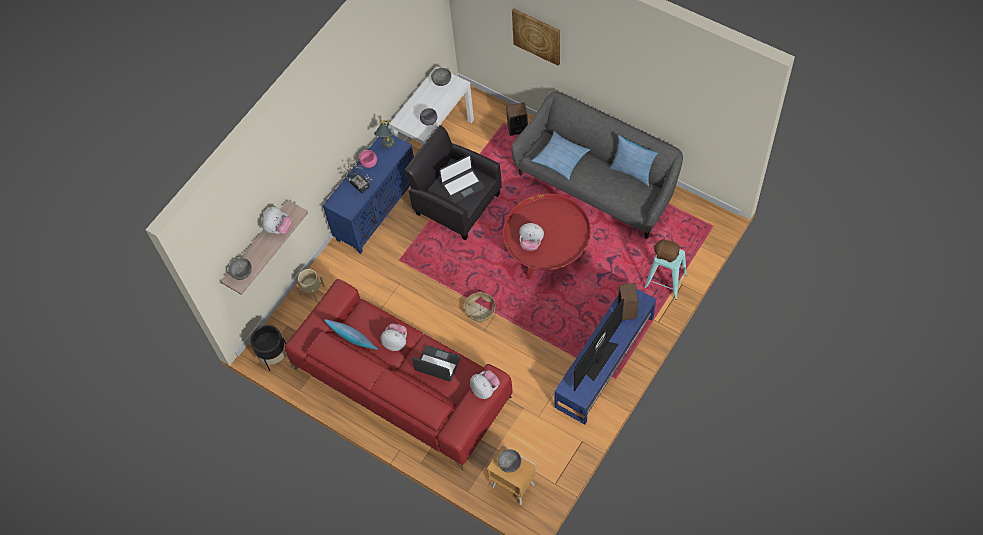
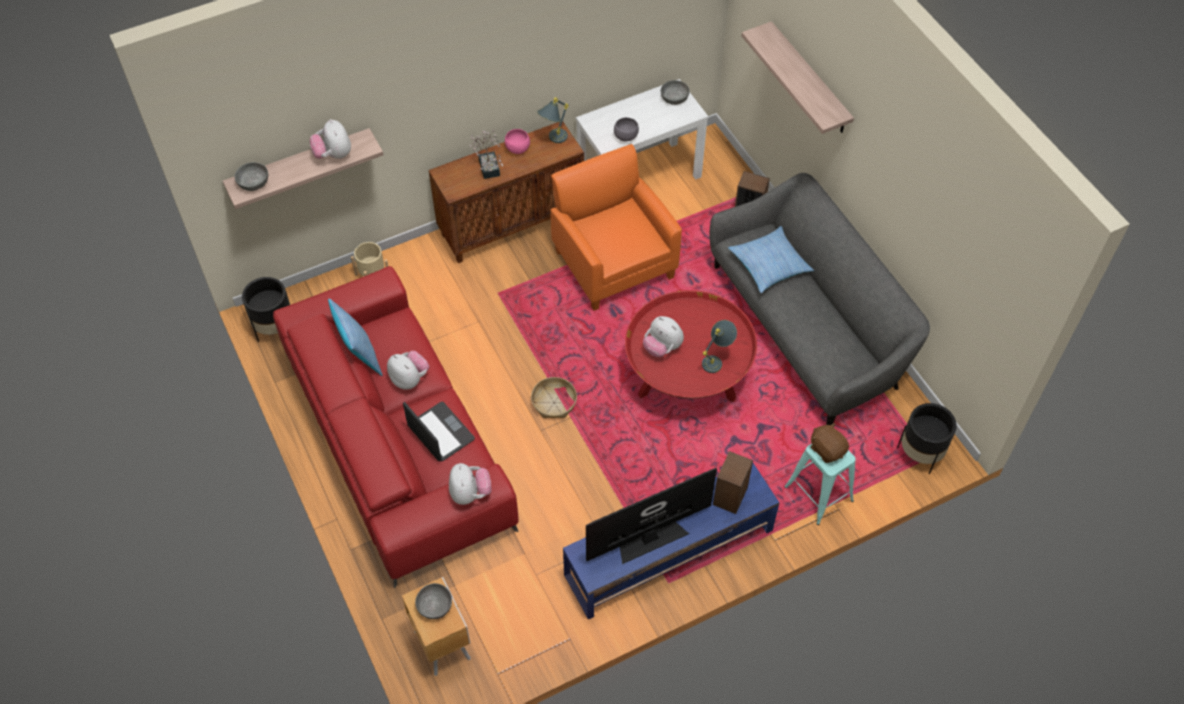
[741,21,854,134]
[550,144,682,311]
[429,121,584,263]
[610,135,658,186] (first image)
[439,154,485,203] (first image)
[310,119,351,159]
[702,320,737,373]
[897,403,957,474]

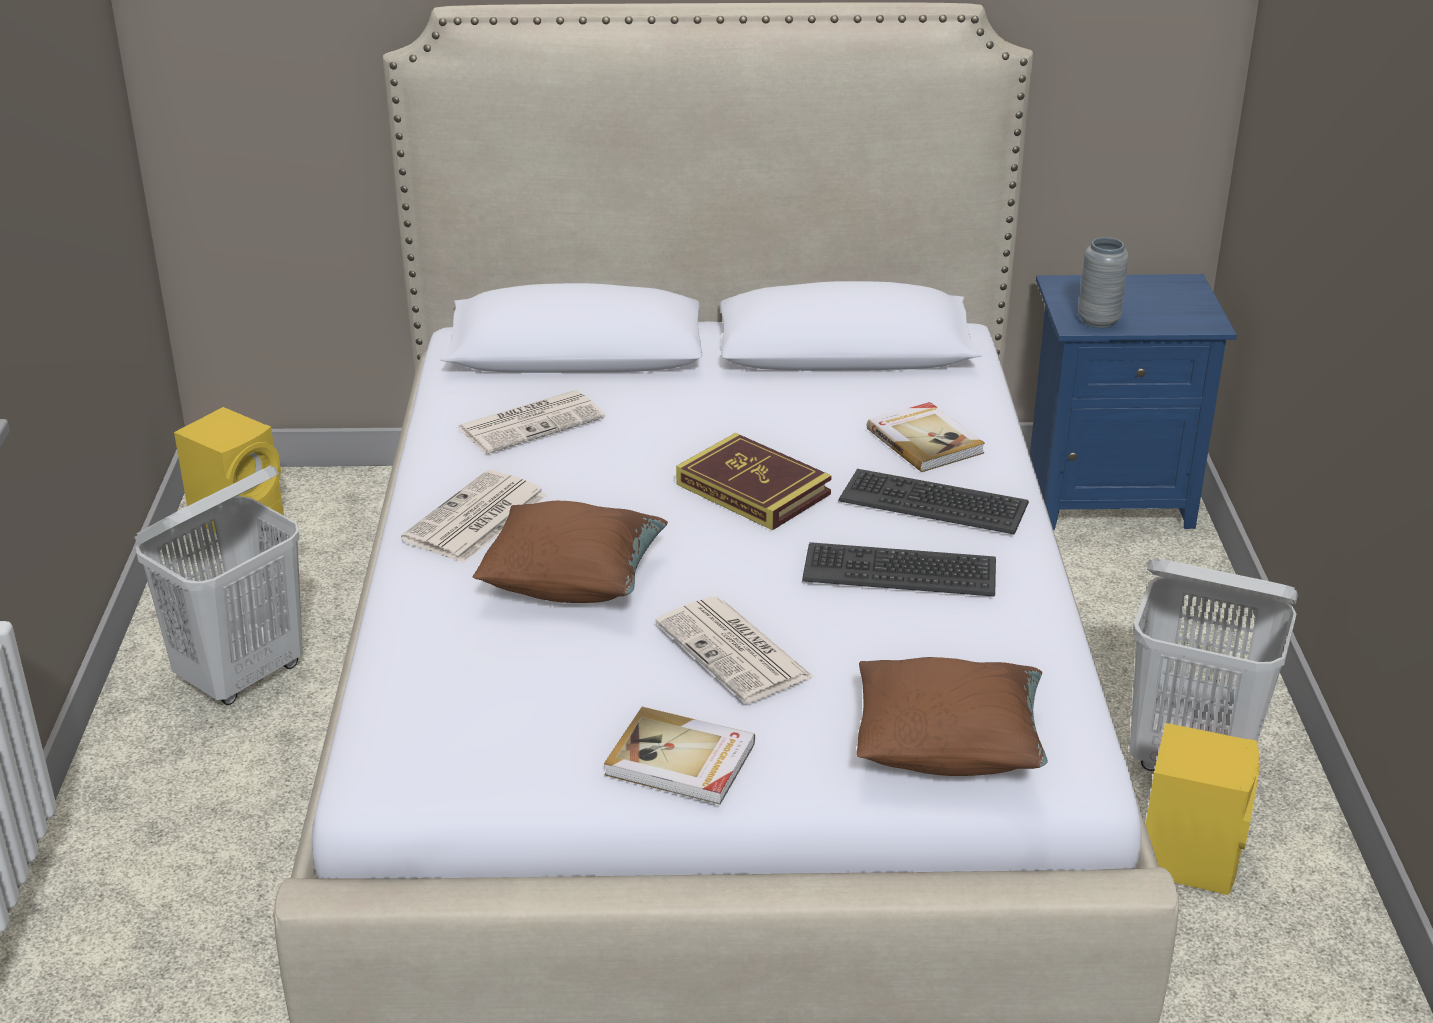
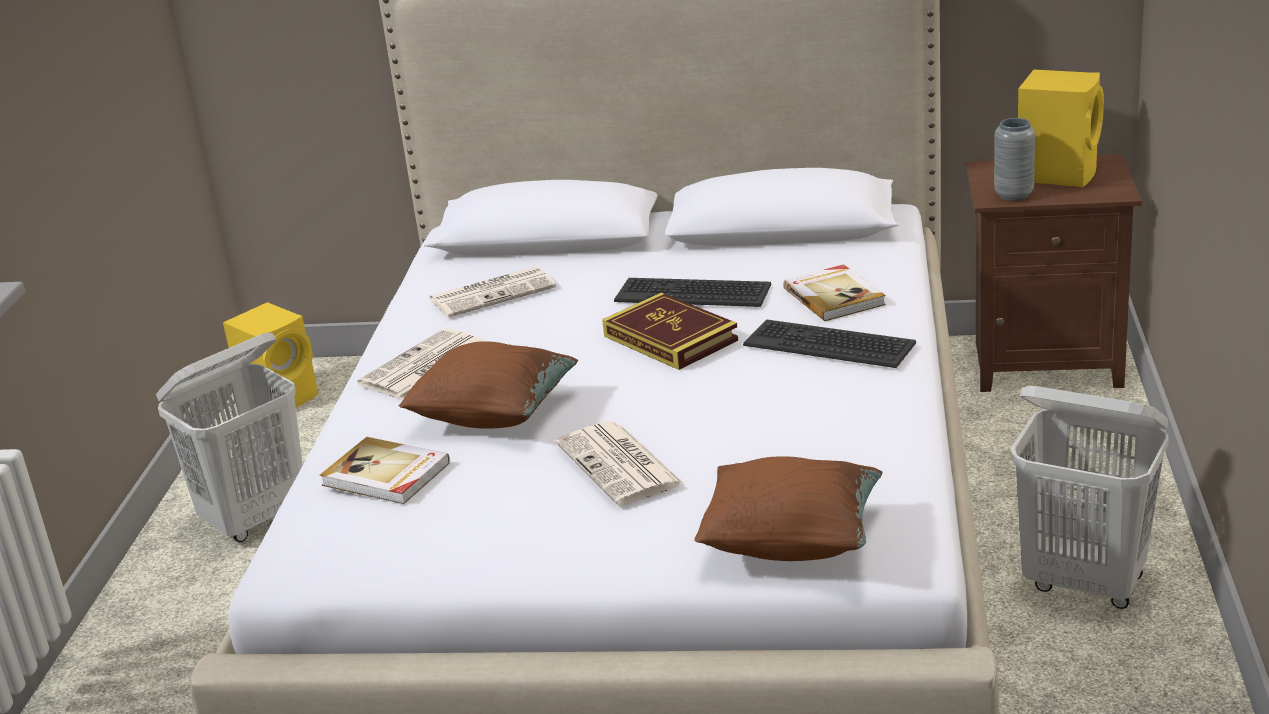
[966,154,1142,392]
[614,278,771,307]
[320,437,450,504]
[1018,70,1104,187]

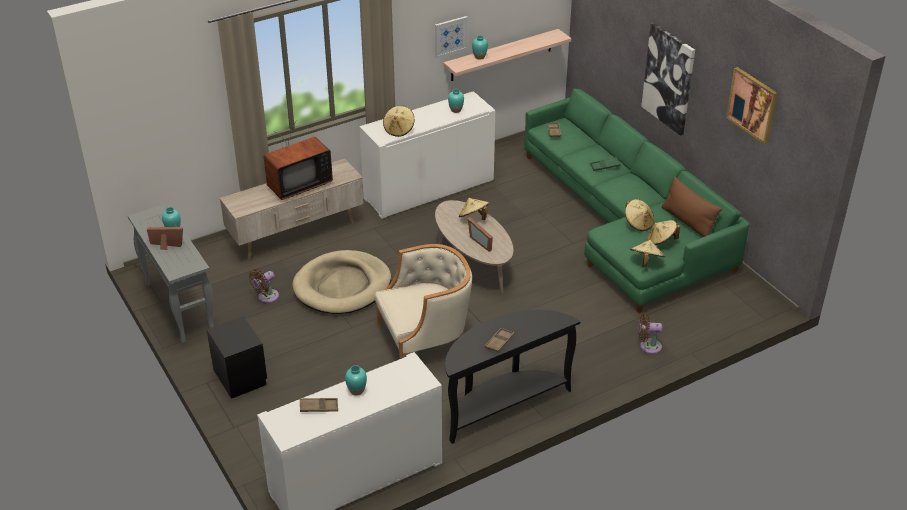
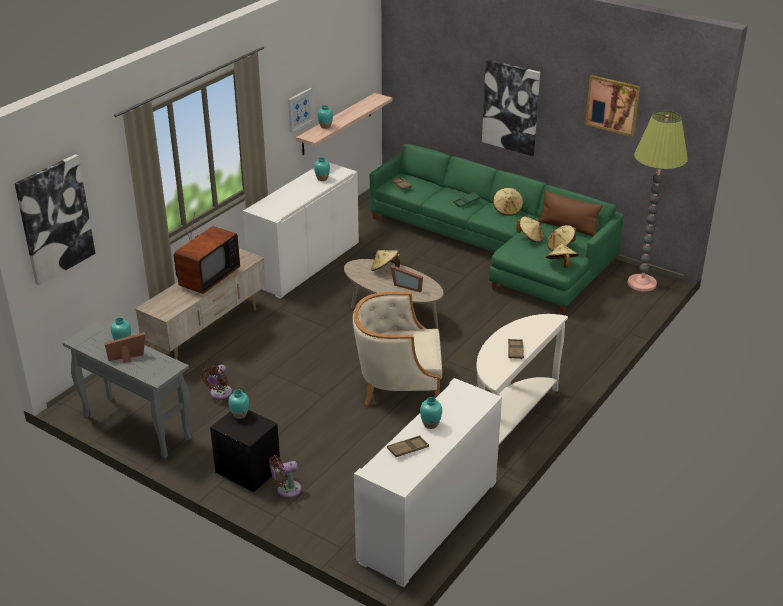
[493,188,523,216]
[353,292,442,407]
[292,250,391,314] (first image)
[476,314,568,444]
[269,455,301,498]
[627,110,688,291]
[14,154,96,286]
[228,390,249,419]

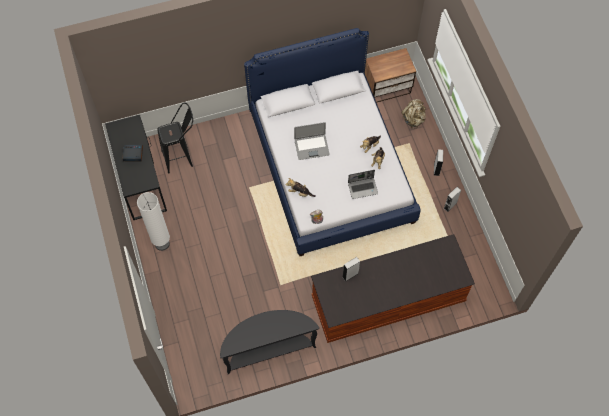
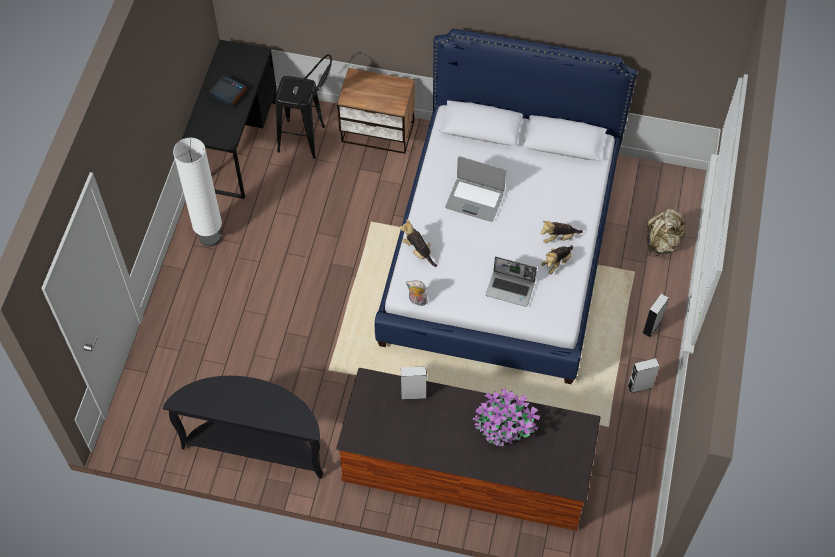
[337,68,415,154]
[473,389,540,446]

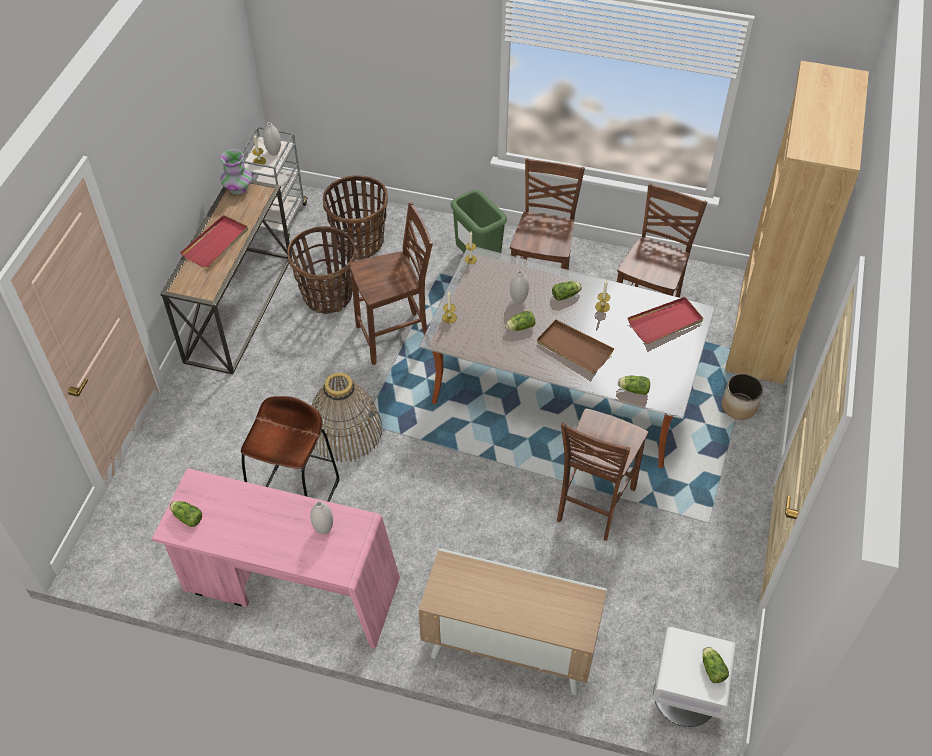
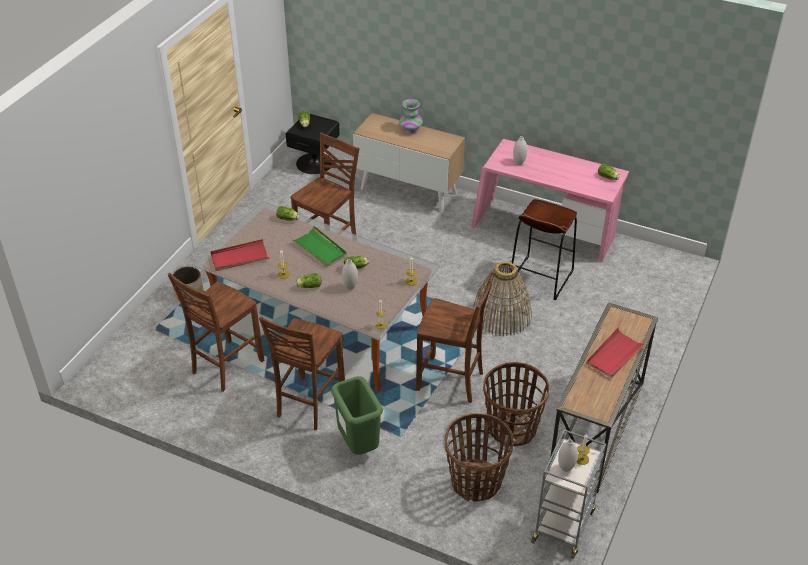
[725,61,869,384] (first image)
[399,99,423,134]
[416,271,495,403]
[291,226,347,267]
[286,114,340,174]

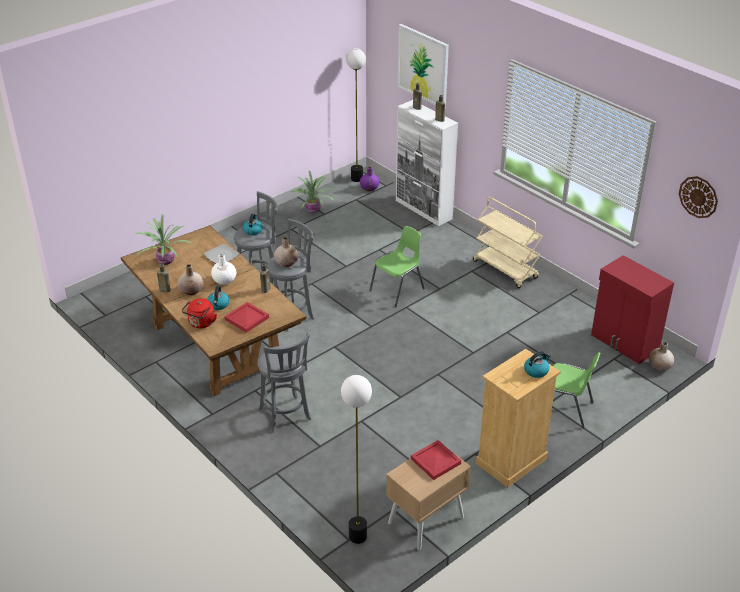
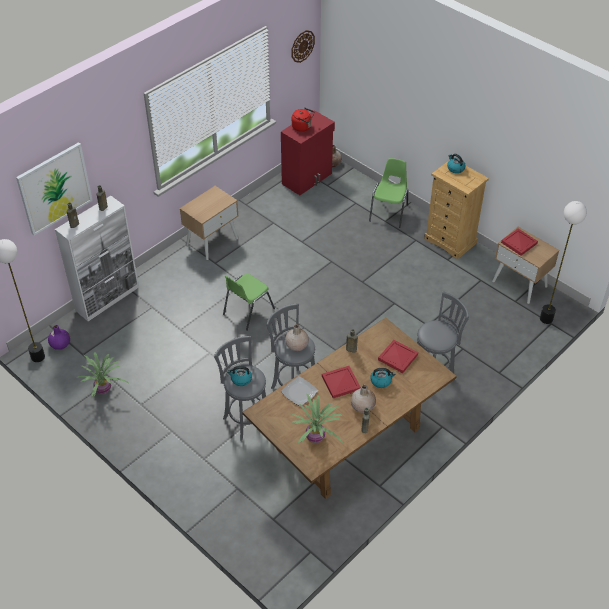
[180,186,239,260]
[223,274,275,331]
[322,366,361,398]
[292,108,315,132]

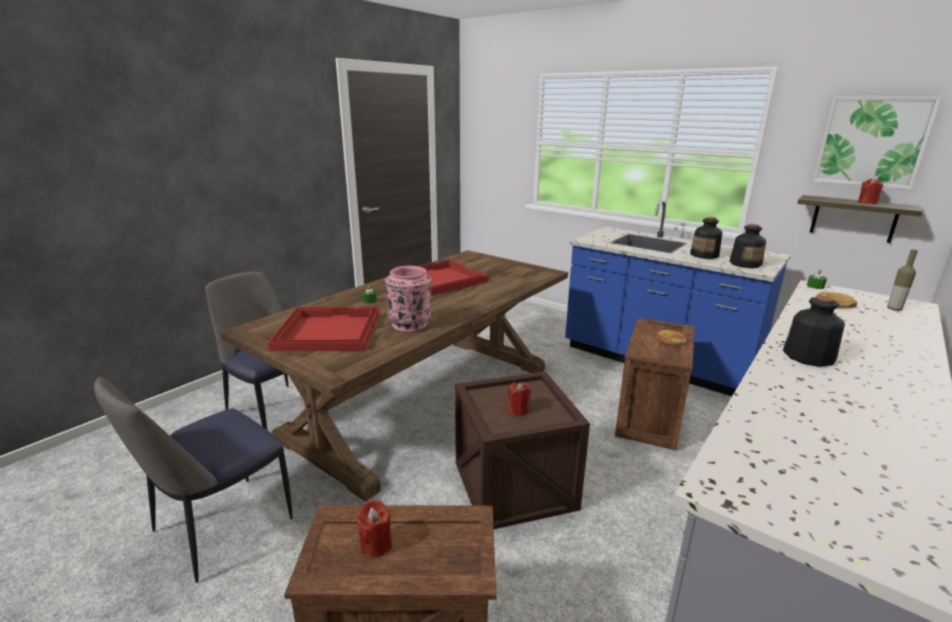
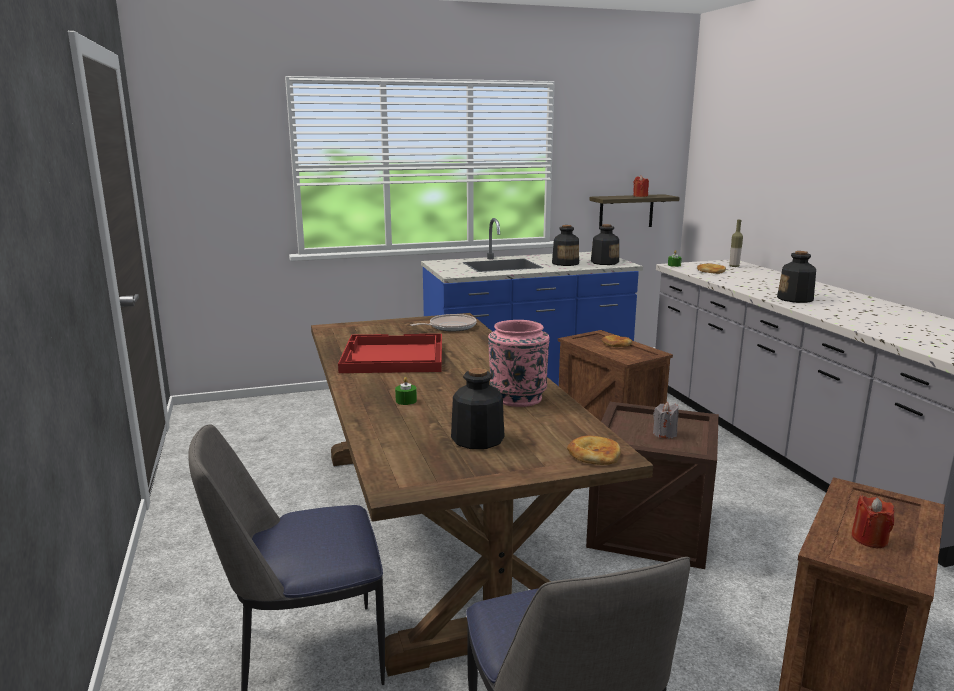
[813,97,942,189] (first image)
[451,368,505,449]
[653,402,678,438]
[411,314,477,331]
[567,436,621,465]

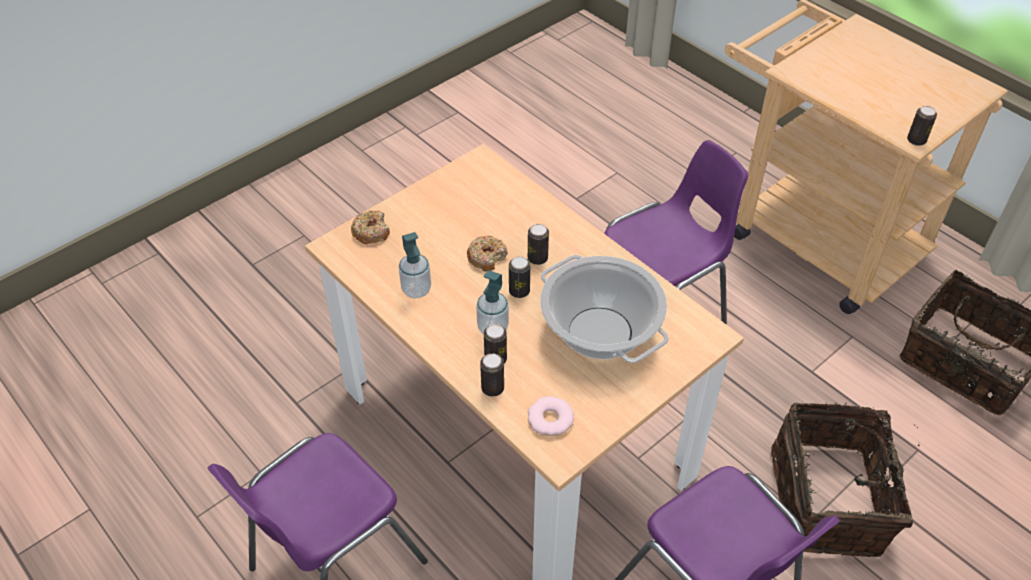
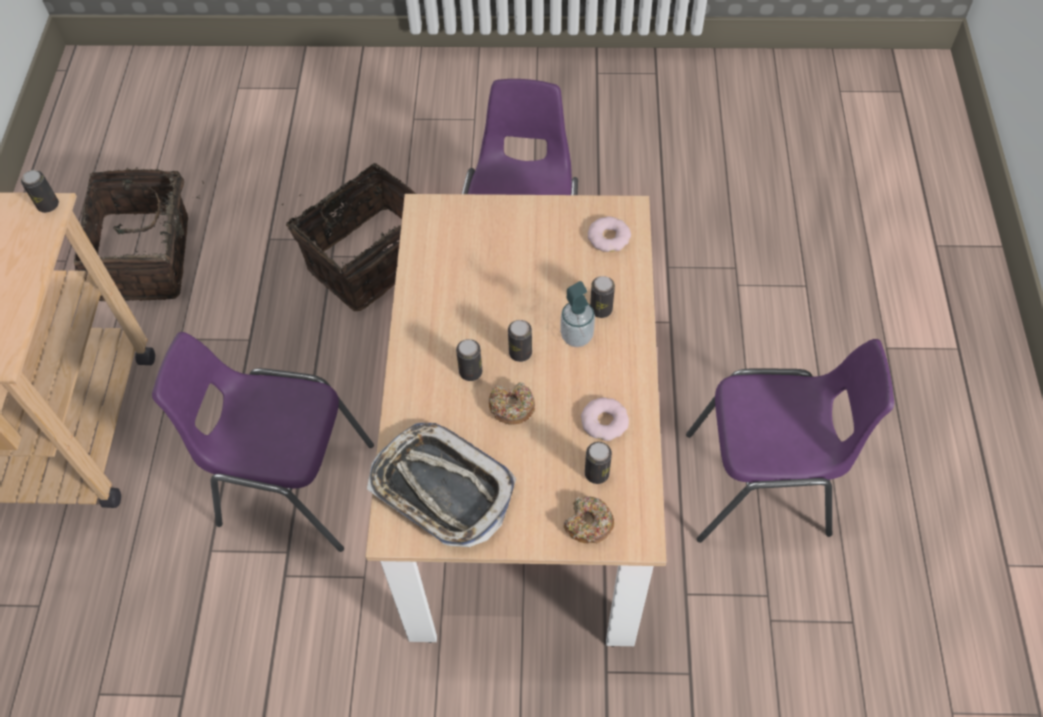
[581,397,629,441]
[540,255,669,363] (first image)
[585,442,612,484]
[367,423,516,547]

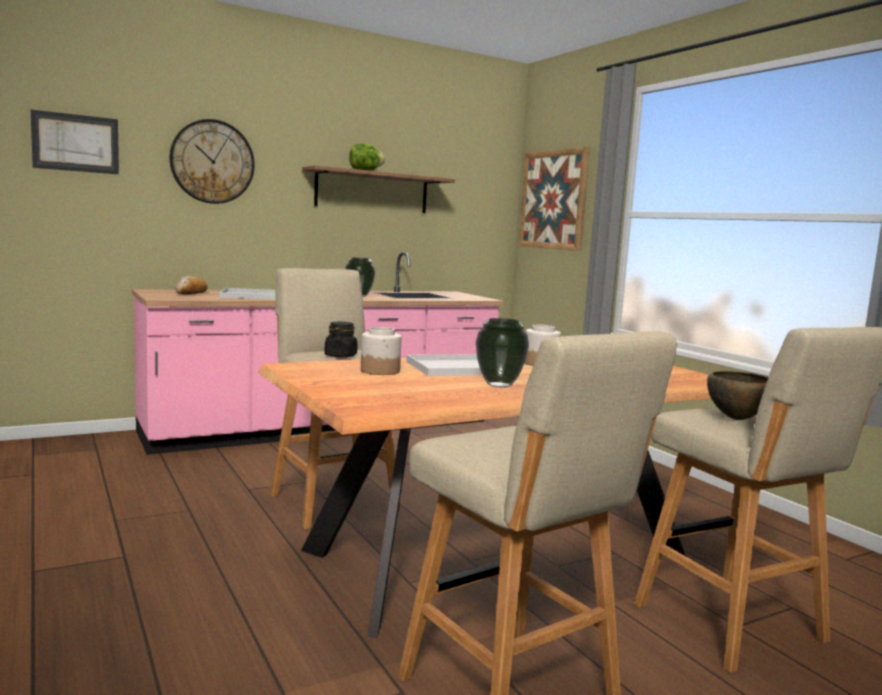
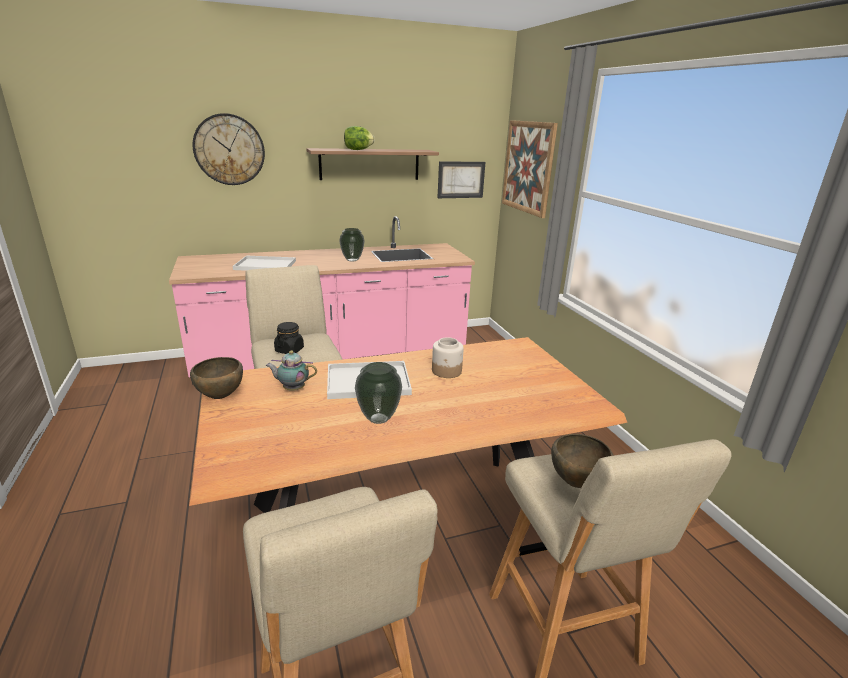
[438,162,485,198]
[175,276,208,294] (first image)
[266,350,317,391]
[190,357,243,399]

